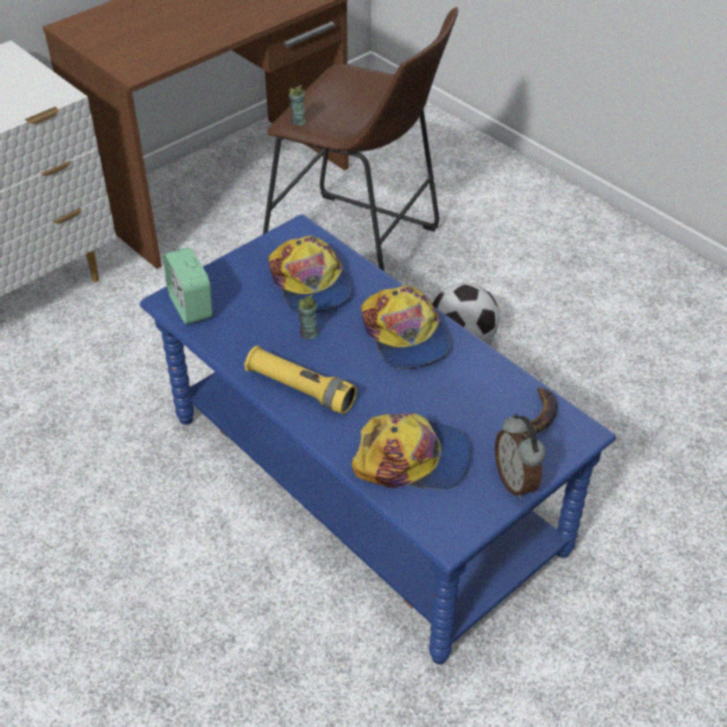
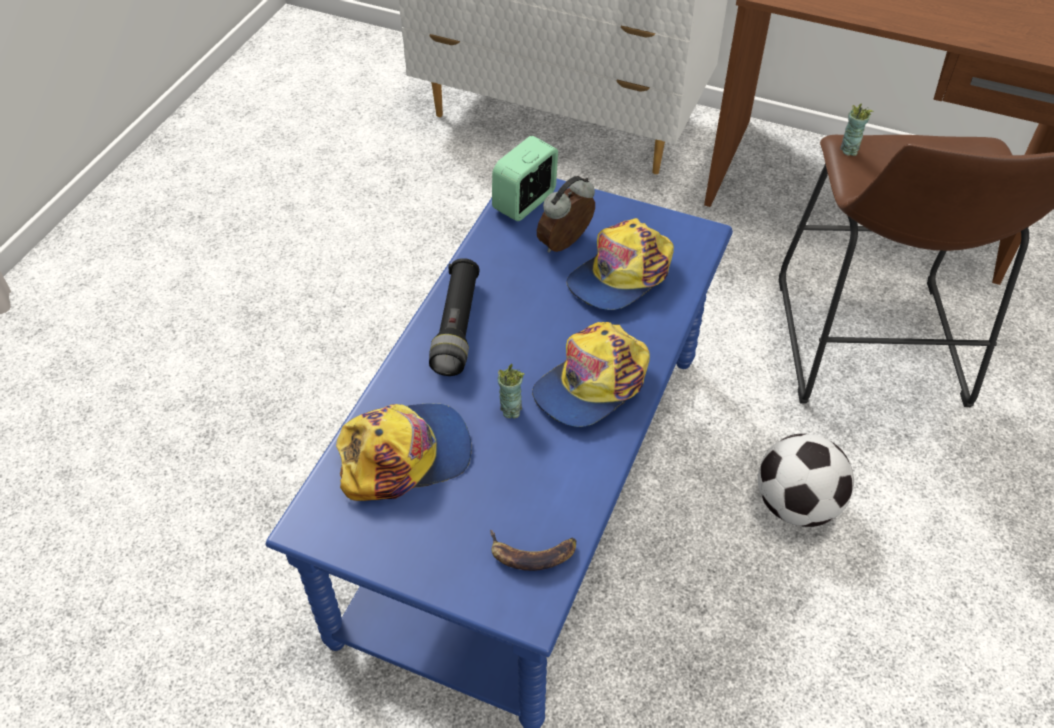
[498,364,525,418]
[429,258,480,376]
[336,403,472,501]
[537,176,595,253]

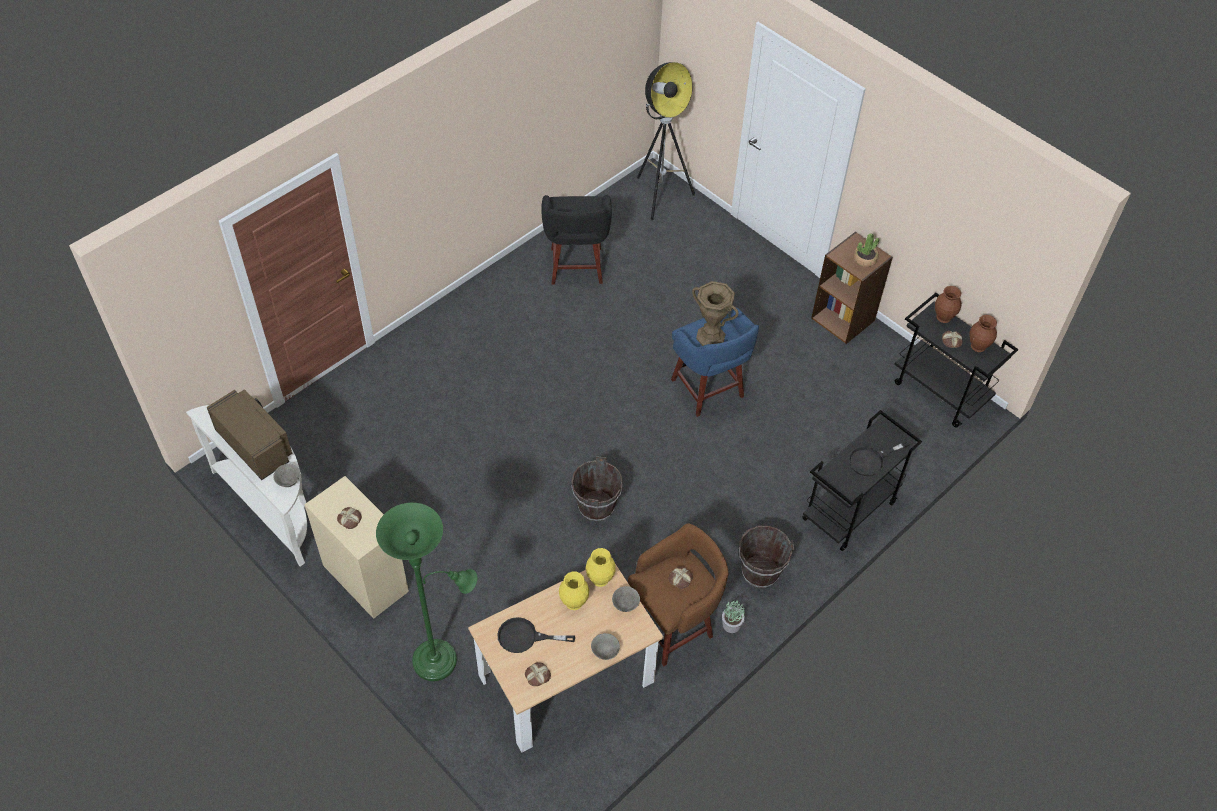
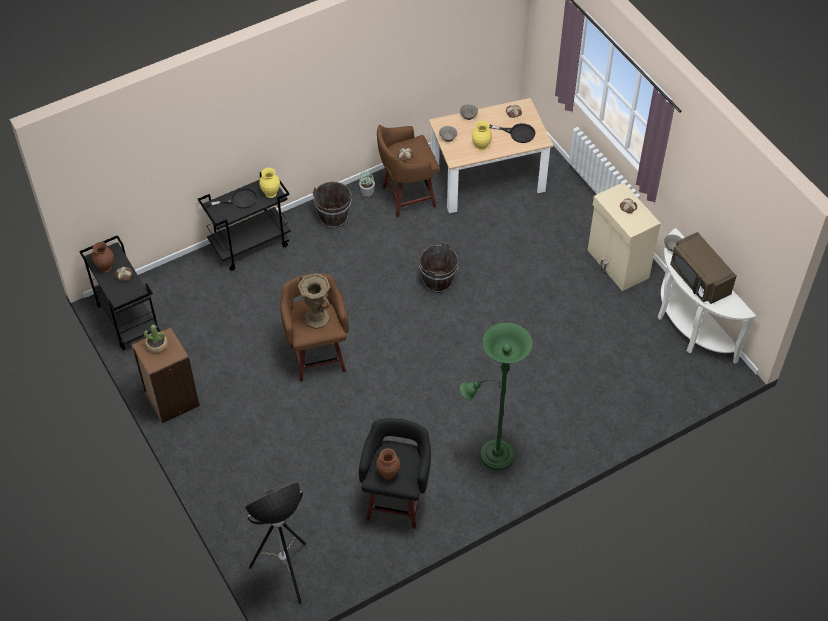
[376,448,400,480]
[280,273,349,382]
[460,323,532,470]
[259,168,280,198]

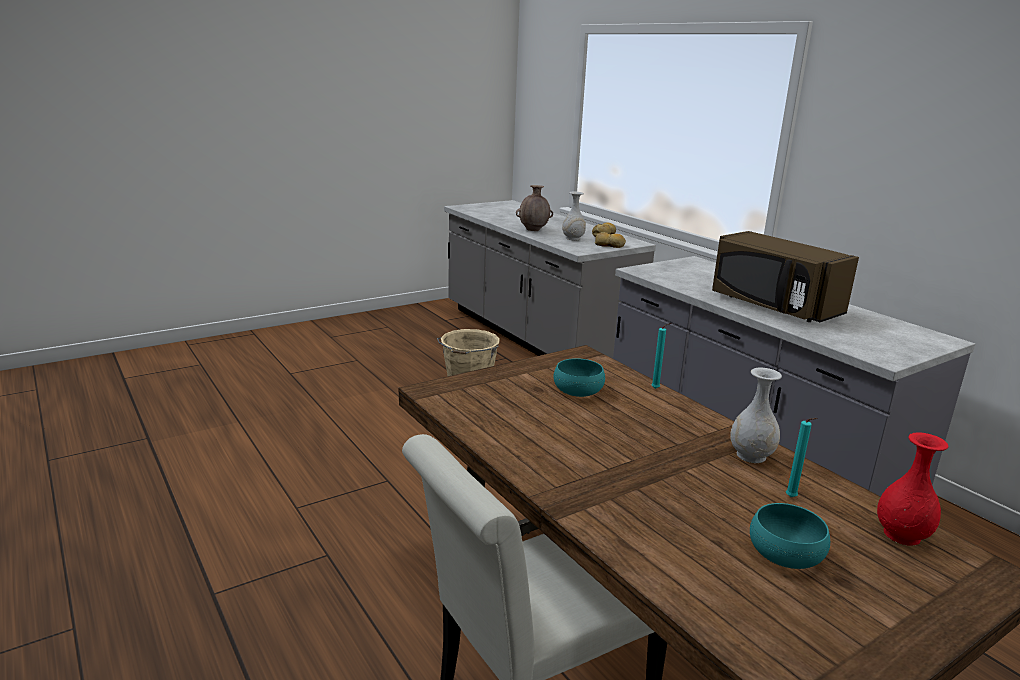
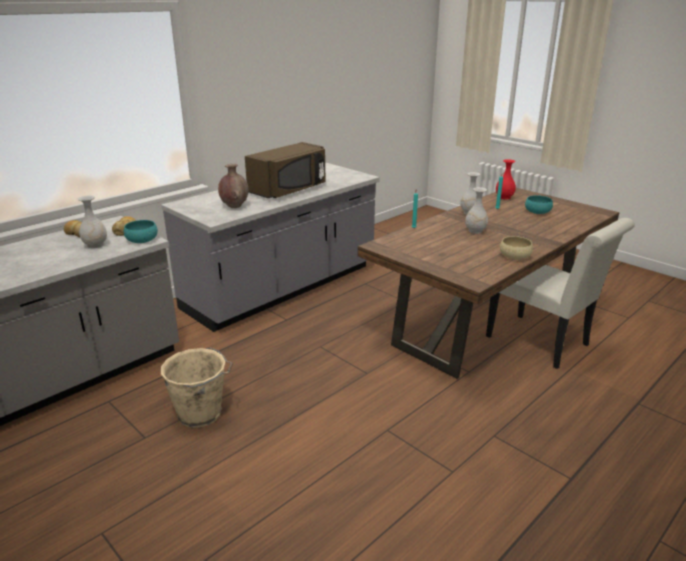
[218,164,248,208]
[124,220,158,243]
[465,187,488,234]
[500,236,533,260]

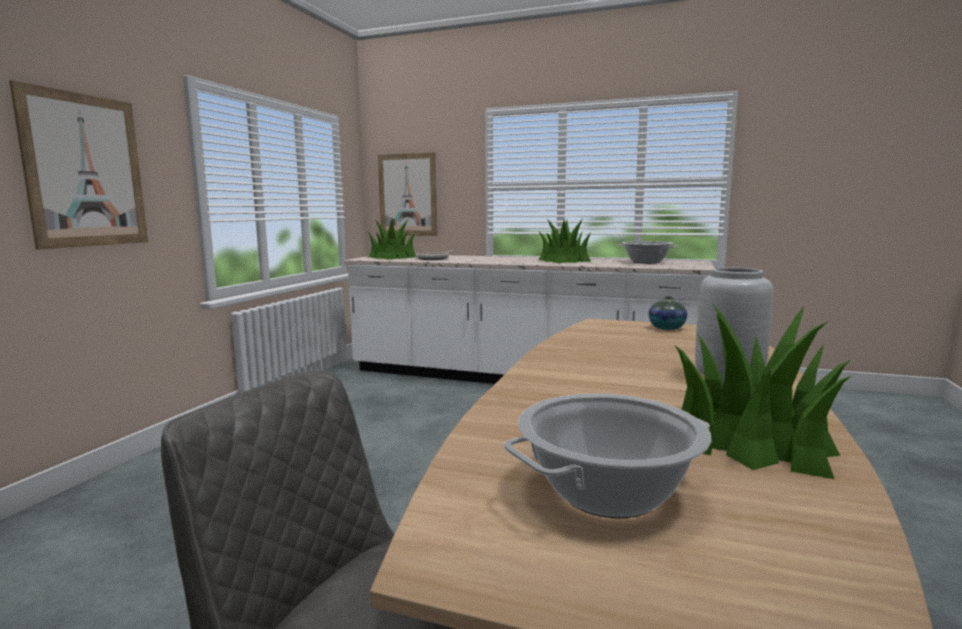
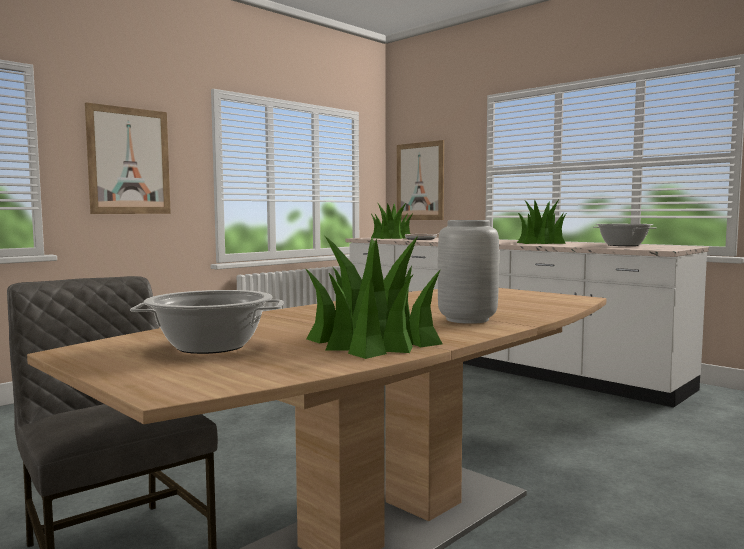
[649,296,687,330] (first image)

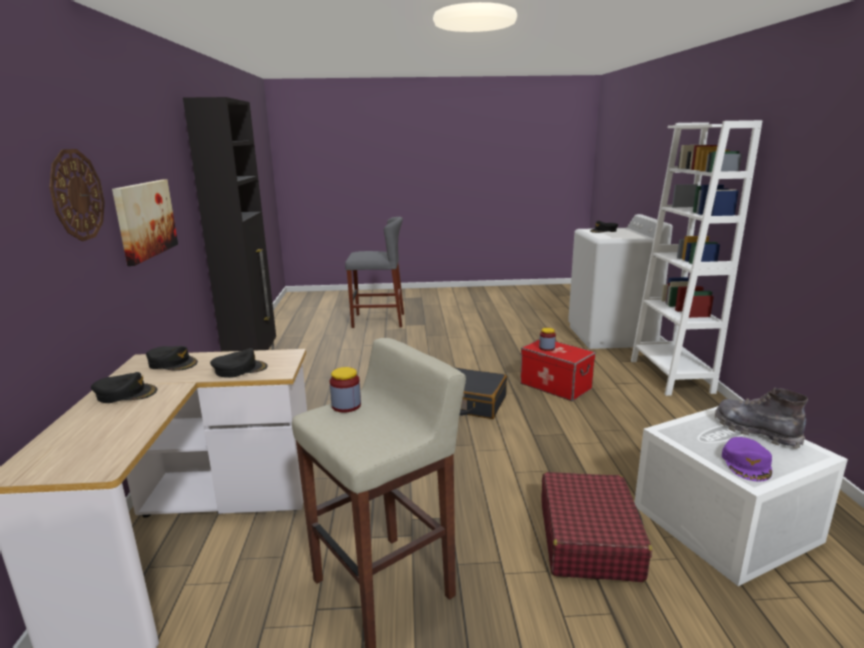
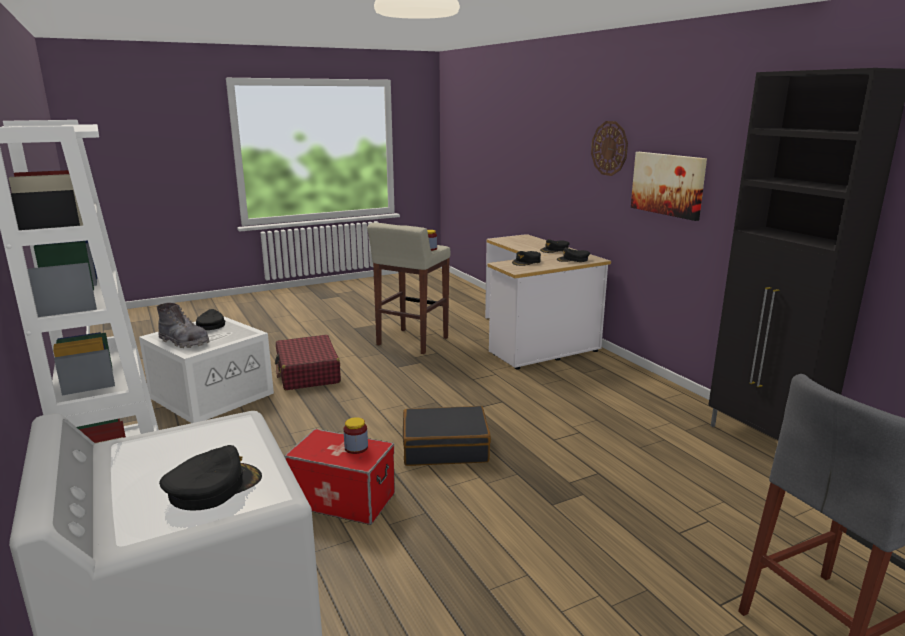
[196,309,225,330]

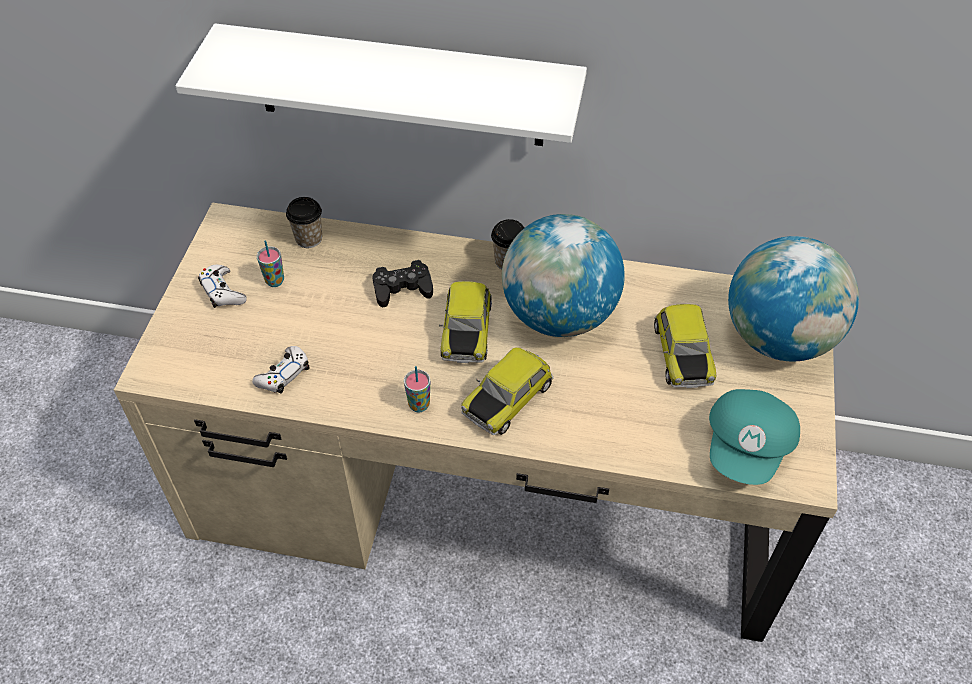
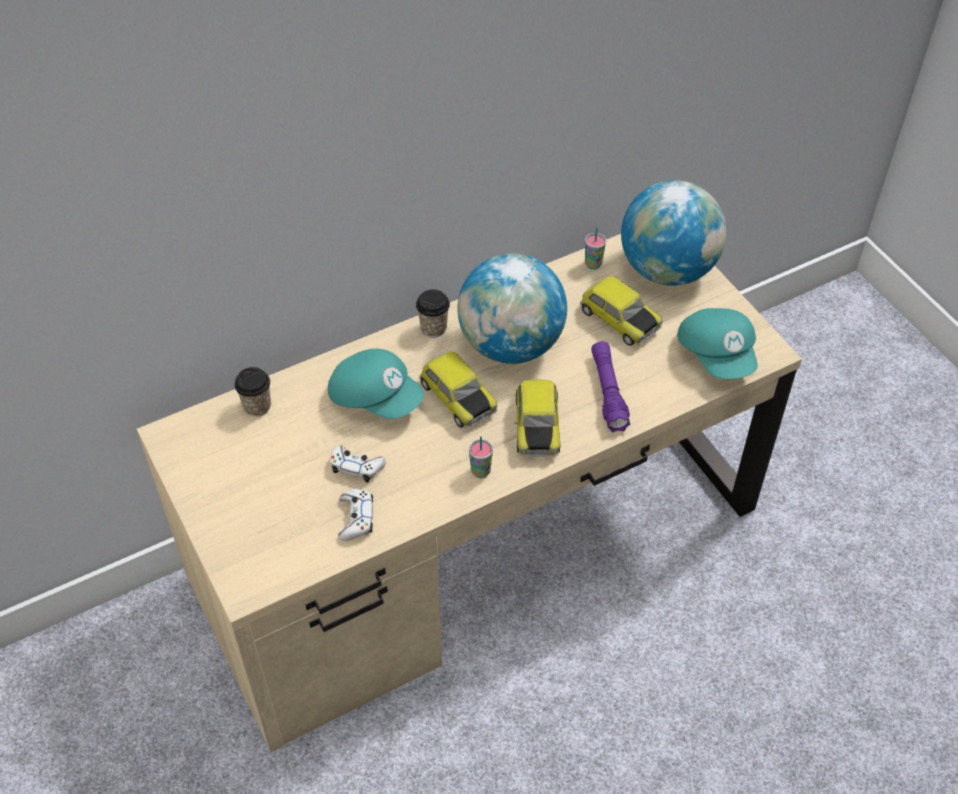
[176,23,587,146] (first image)
[585,227,606,270]
[328,349,424,419]
[330,445,386,482]
[591,341,630,432]

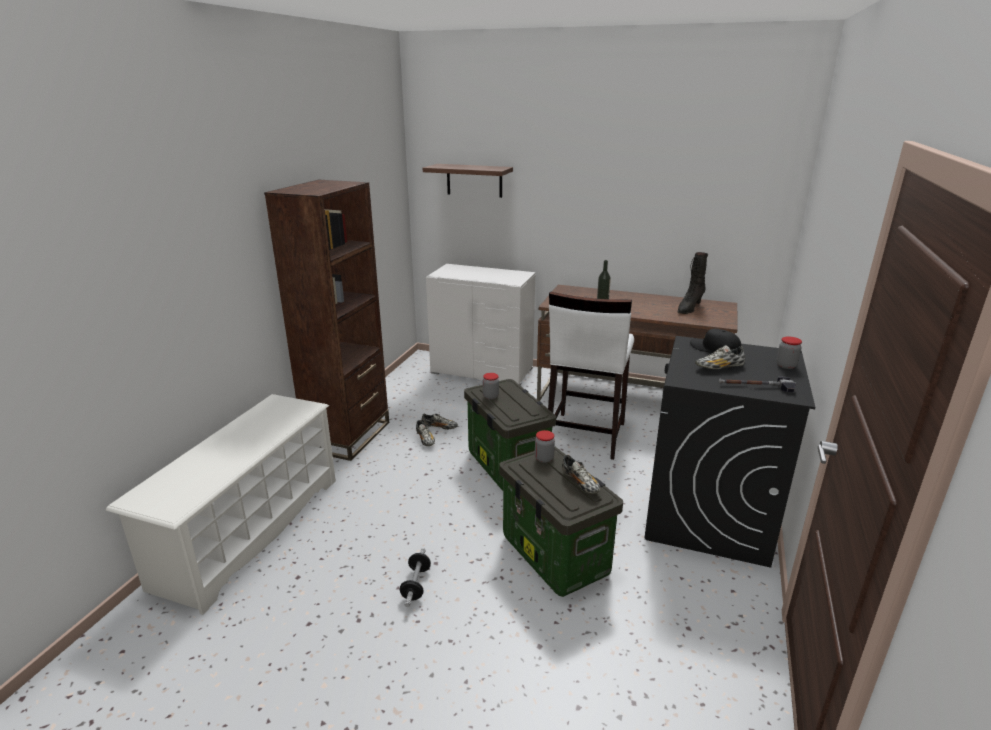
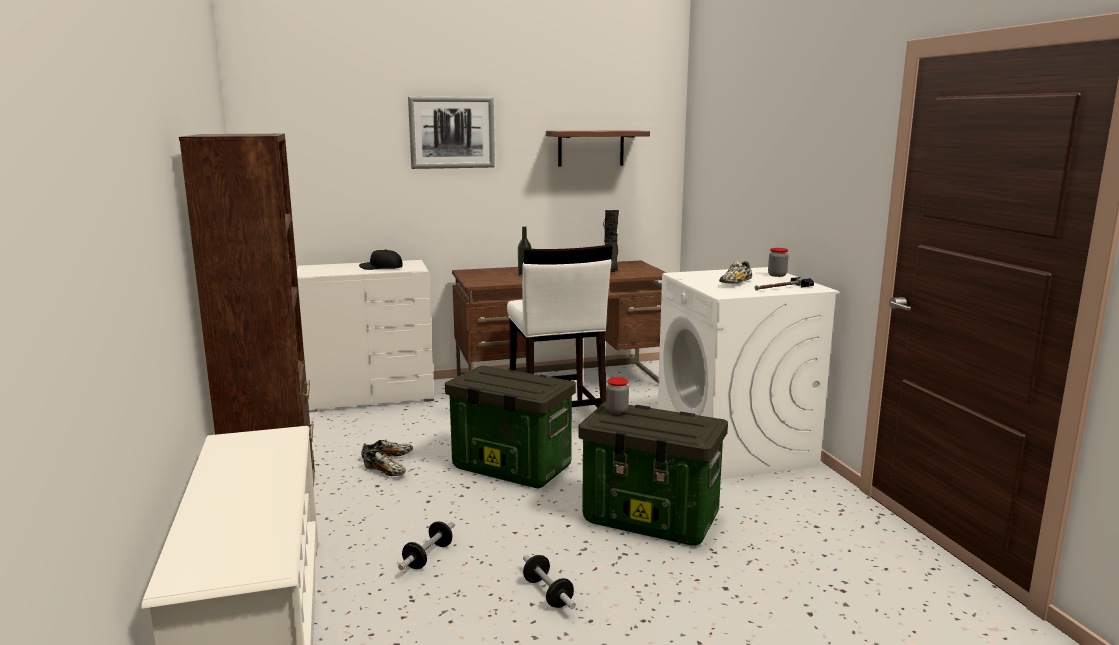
[546,130,650,166]
[359,249,403,270]
[658,267,840,480]
[483,373,499,399] (first image)
[562,455,600,494] (first image)
[408,97,495,169]
[398,521,455,570]

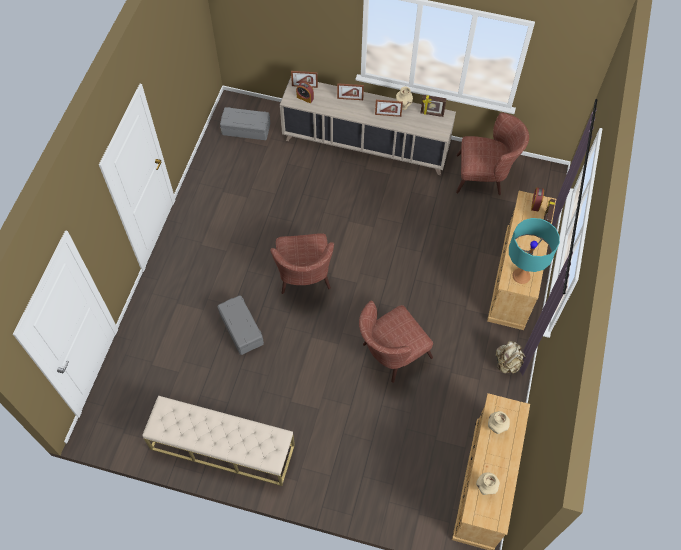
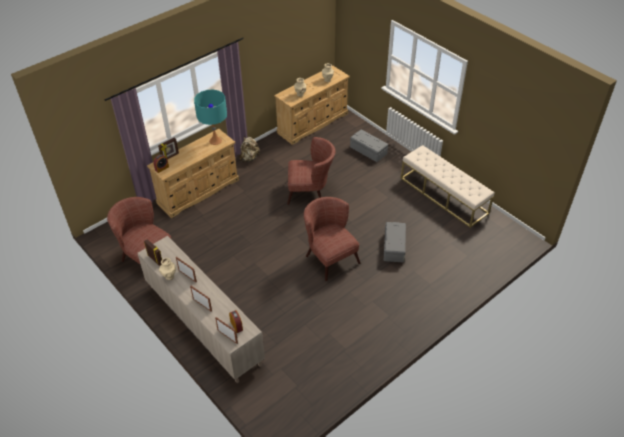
[350,129,388,162]
[304,197,360,281]

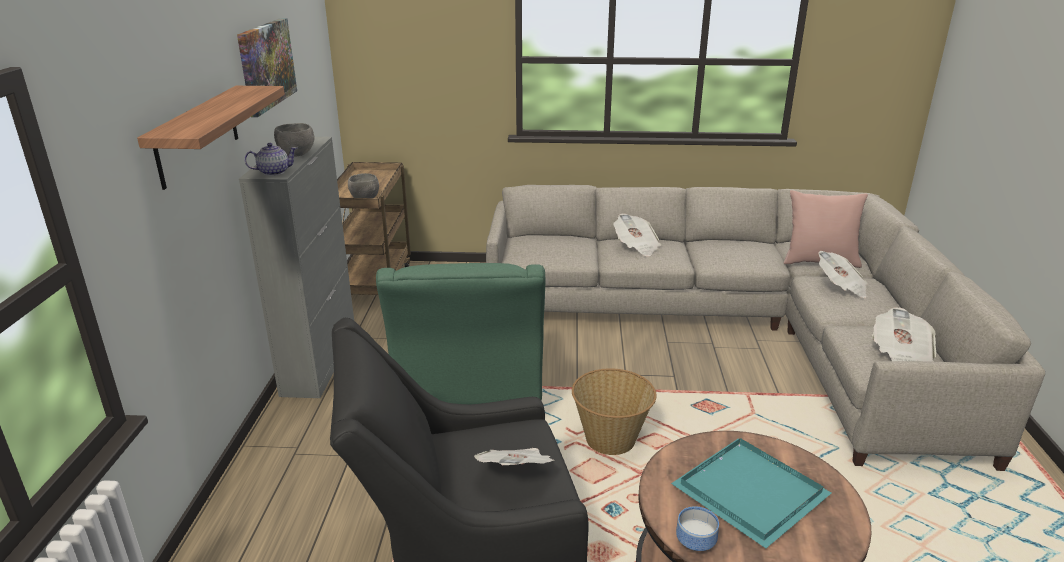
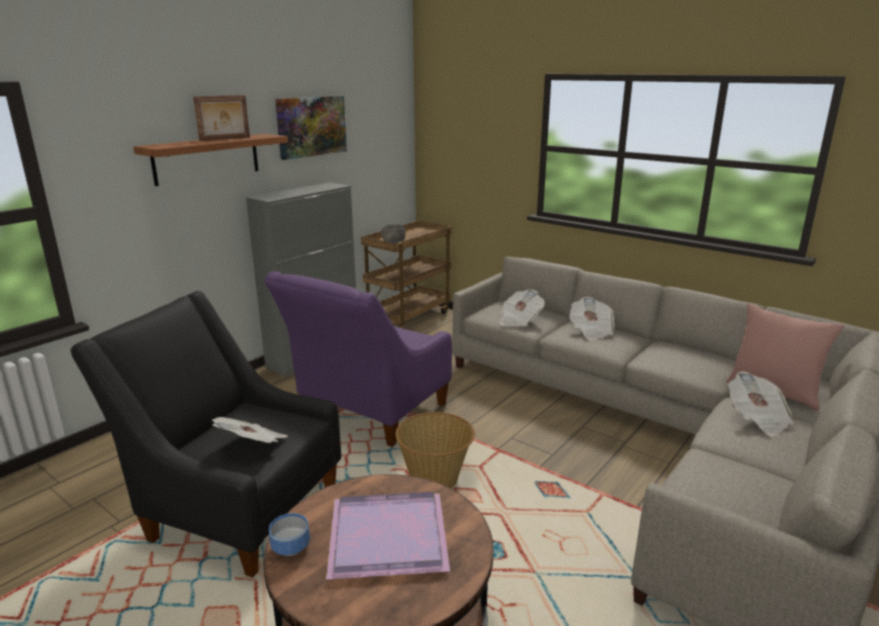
[274,123,314,156] (first image)
[244,143,297,176] (first image)
[265,272,452,447]
[499,289,545,327]
[326,492,450,580]
[193,95,250,141]

